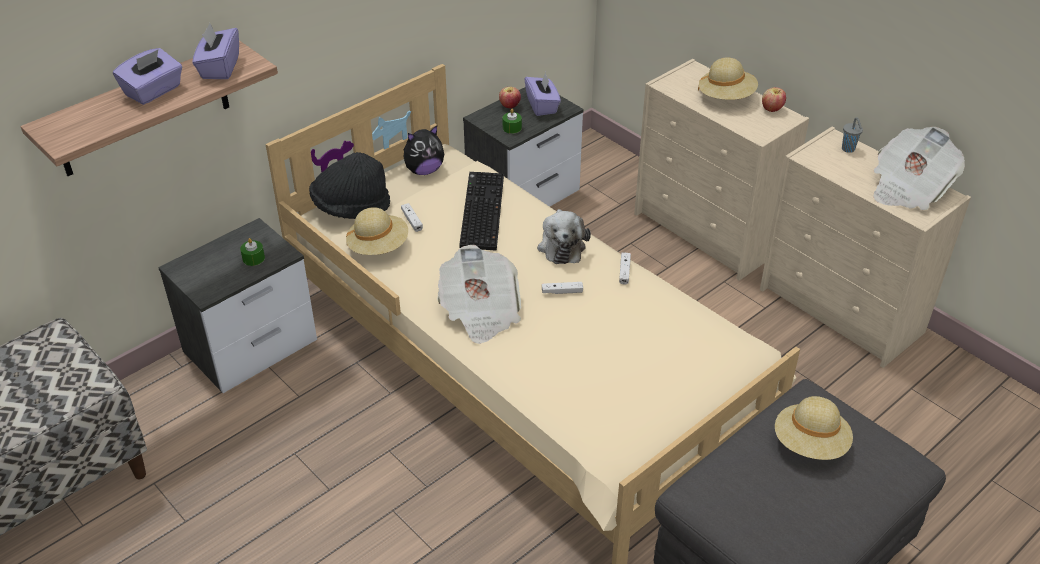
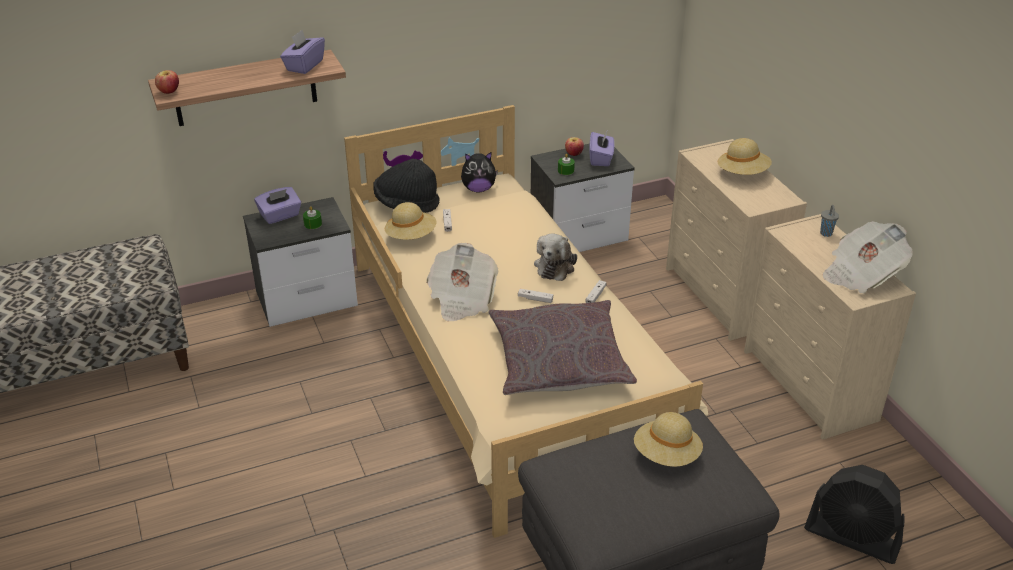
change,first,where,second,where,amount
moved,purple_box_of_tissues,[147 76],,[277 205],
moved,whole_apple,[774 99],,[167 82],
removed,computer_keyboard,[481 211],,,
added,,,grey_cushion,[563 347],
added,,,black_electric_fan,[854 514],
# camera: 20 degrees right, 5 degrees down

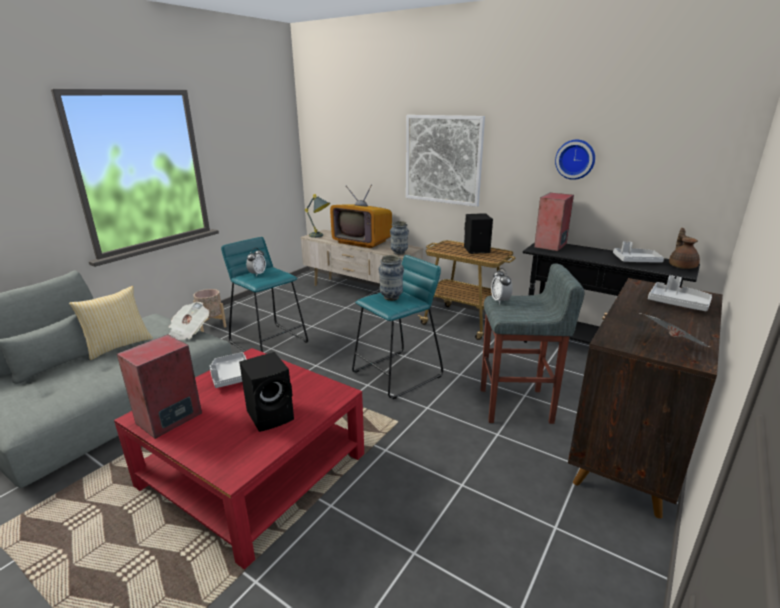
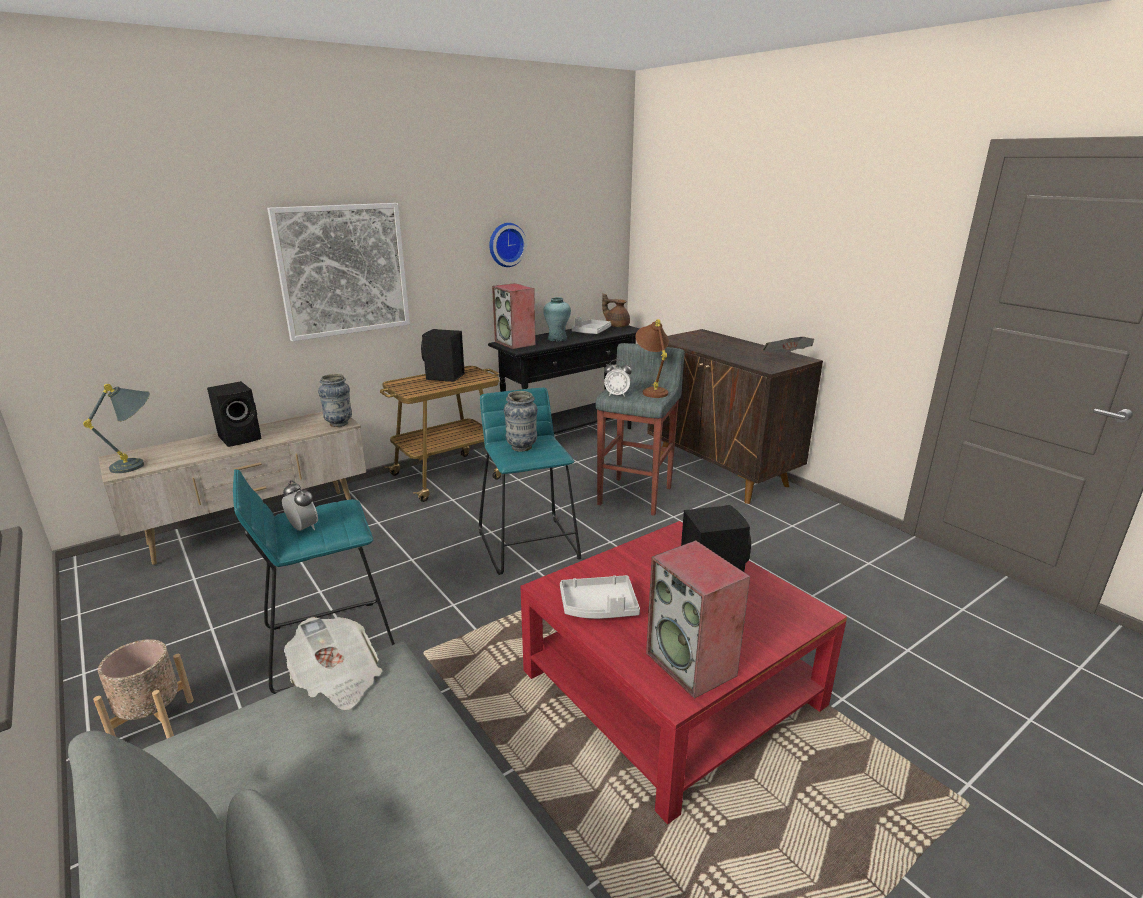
change,first,where,second,where,amount
replaced,TV_set,[361 216],black_audio_speaker,[234 414],
removed,grey_carrying_tray,[680 293],,,
removed,cushion,[111 323],,,
added,,,turquoise-coloured_vase,[557 319],
added,,,brown-coloured_lamp_for_a_table,[652 358],
# camera: 70 degrees left, 0 degrees up

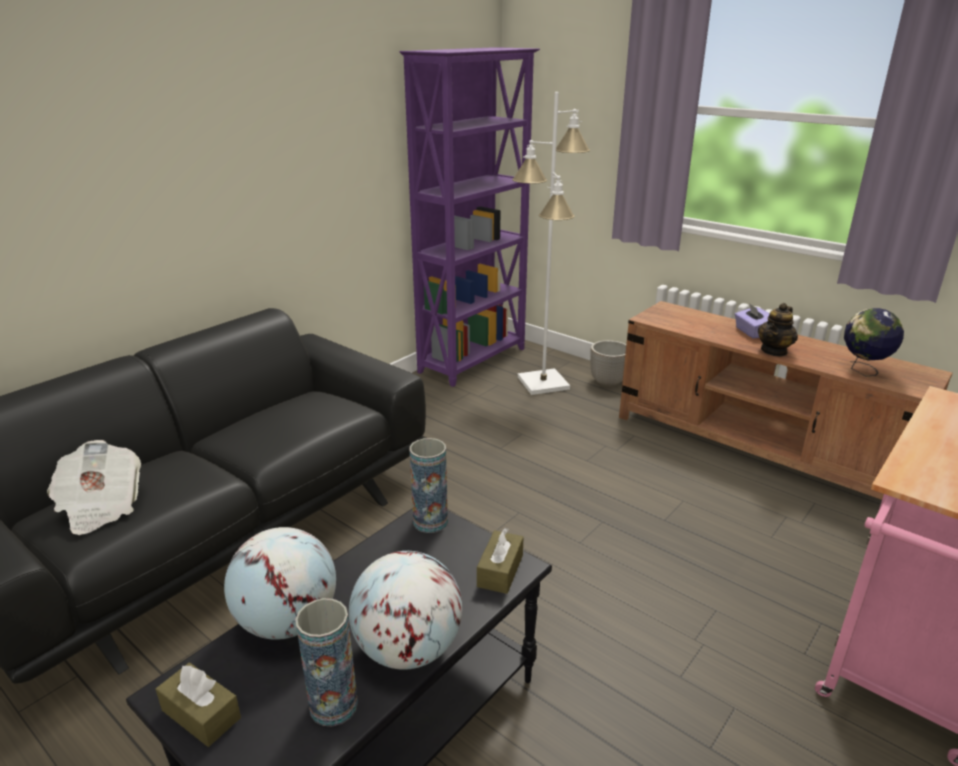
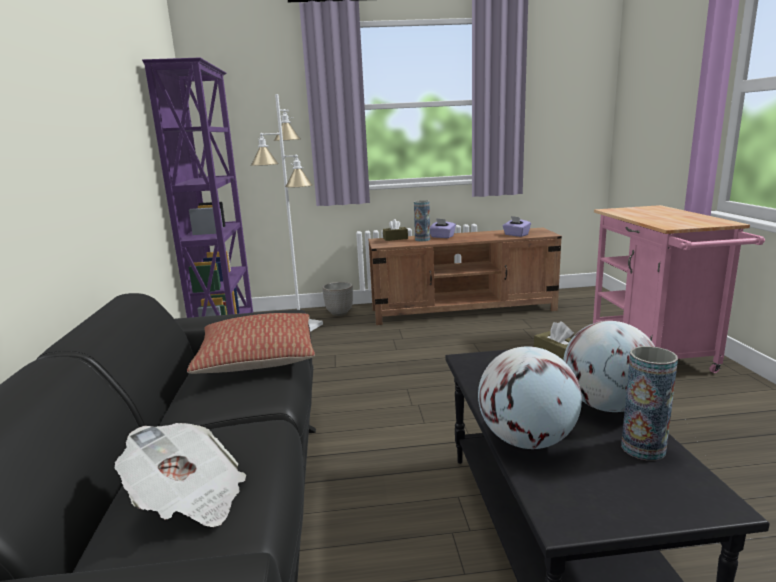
change,first,where,second,where,amount
removed,pot_for_tea,[778 330],,,
replaced,globe,[874 342],purple_box_of_tissues,[517 226],
moved,vase,[429 485],,[422 220],
moved,brown-coloured_box_of_tissues,[198 705],,[395 230],
added,,,cushion,[251 343],
# camera: 45 degrees left, 10 degrees down

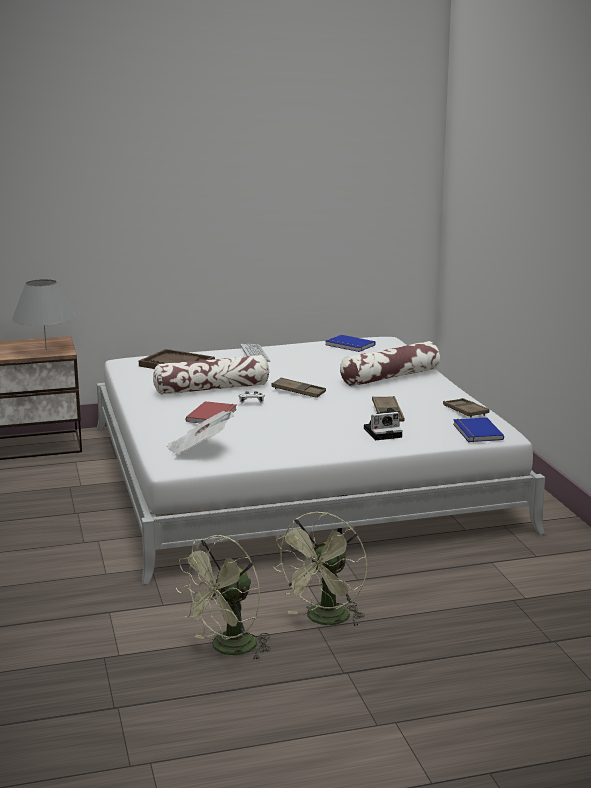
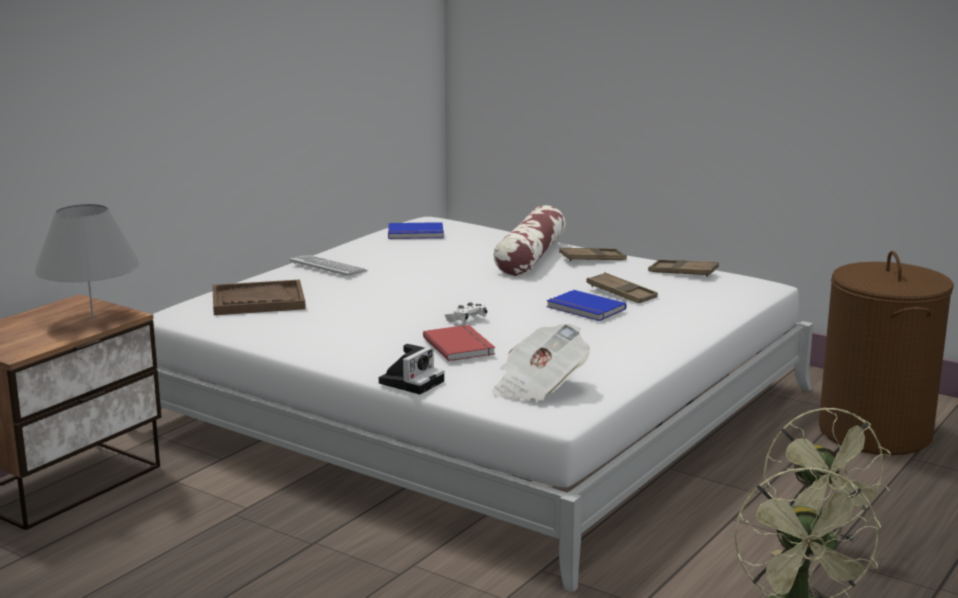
change,first,where,second,where,amount
removed,cushion,[211 375],,,
moved,brown-coloured_carrying_tray,[298 387],,[593 255],
moved,photo_camera,[383 424],,[411 369],
moved,blue_volume,[478 429],,[587 305],
added,,,brown-coloured_laundry_basket,[886 353],
# camera: 40 degrees left, 0 degrees up

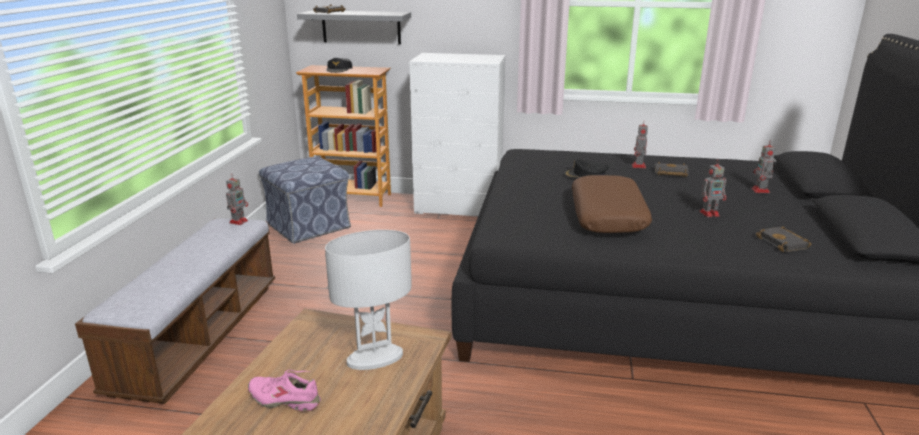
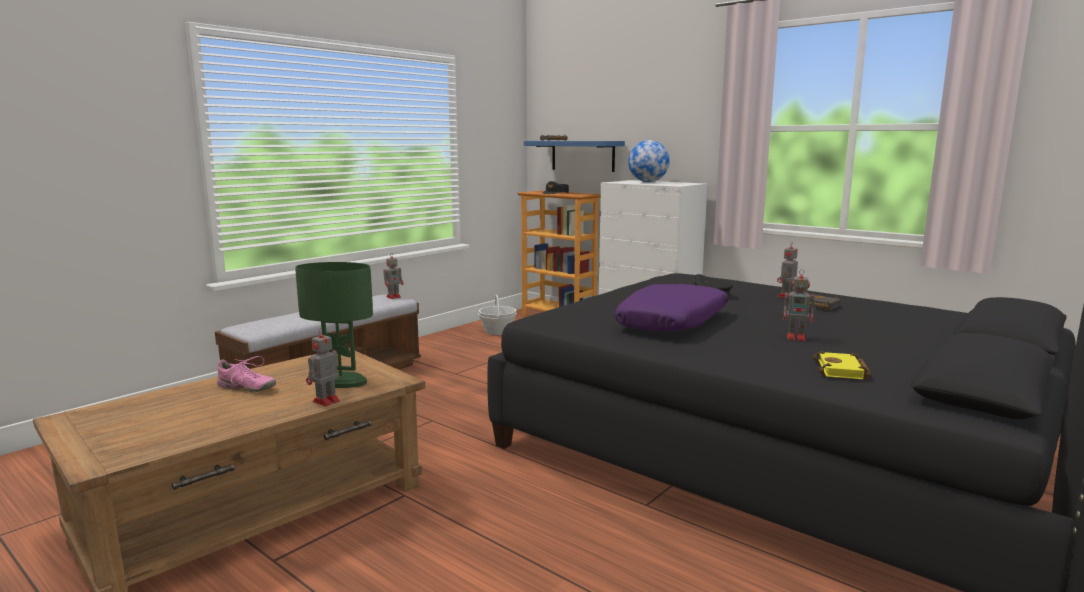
change,first,where,second,where,amount
recoloured,grey_wall_shelf,[354 27],blue_wall_shelf,[574 156],
moved,robot_figure,[763 166],,[323 367],
replaced,ottoman,[305 200],household_basket,[497 314],
recoloured,brown-coloured_cushion,[612 204],purple_cushion,[671 307],
recoloured,black_volume,[784 239],yellow-coloured_volume,[842 365],
recoloured,white-coloured_lamp_for_a_table,[368 300],greenish_lamp_for_a_table,[334 325],
turned,pink_item_of_footwear,[284 391],,[246 374],150 degrees clockwise
added,,,globe,[649 161],
# camera: 30 degrees right, 10 degrees down

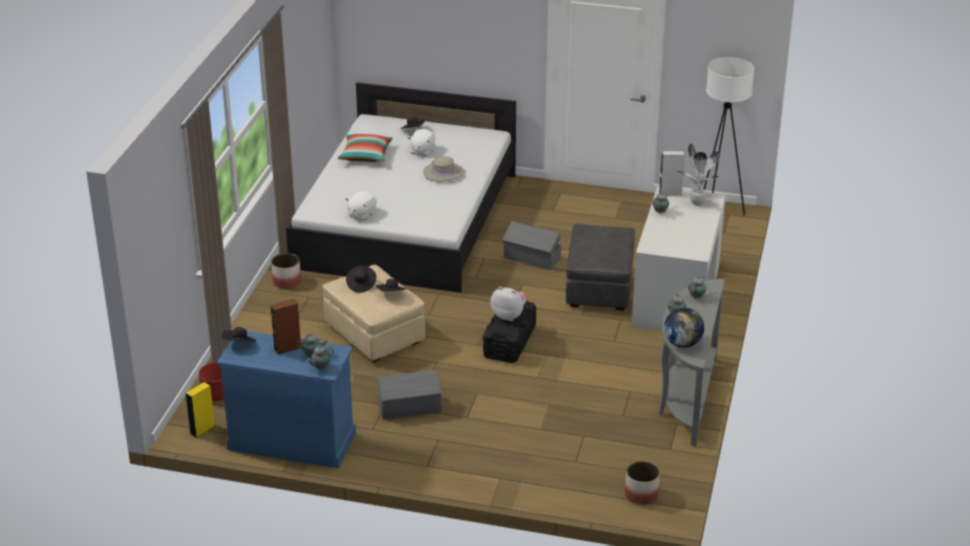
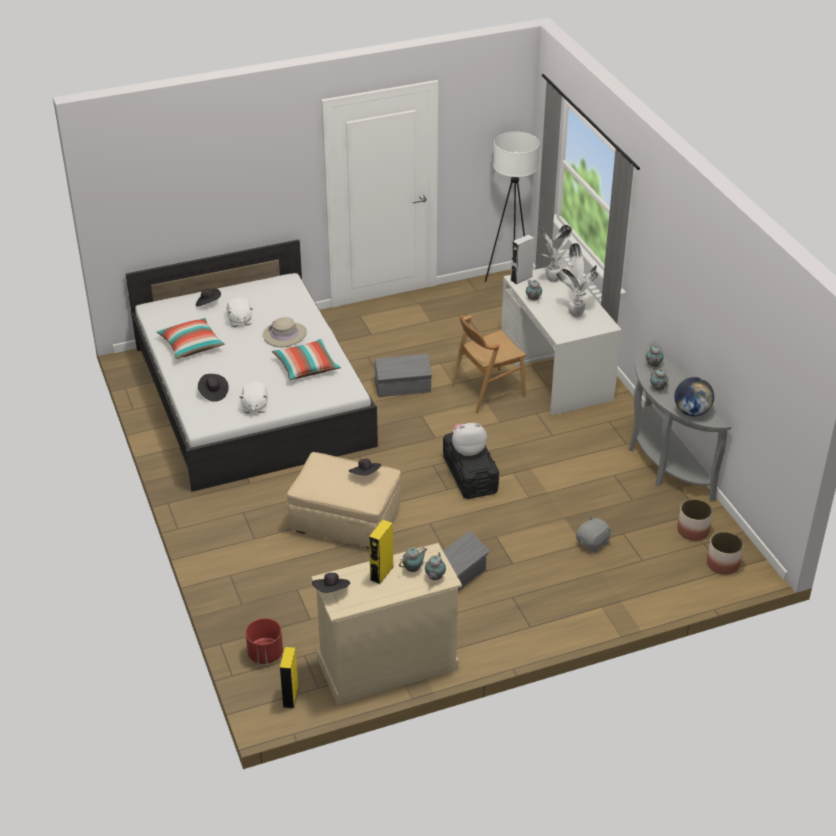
change,first,where,second,where,amount
replaced,grey_ottoman,[600 267],brown-coloured_plain_chair,[488 364],
moved,plant_pot,[286 271],,[695 520],
moved,black_hat,[361 279],,[213 388],
recoloured,brown-coloured_audio_speaker,[286 327],yellow-coloured_audio_speaker,[381 552],
recoloured,blue_drawer_chest,[286 399],beige_drawer_chest,[386 624],
added,,,plant_in_a_pot,[577 280],
added,,,cushion,[306 359],
added,,,grey_cuddly_toy,[594 534],
# camera: 35 degrees left, 5 degrees up

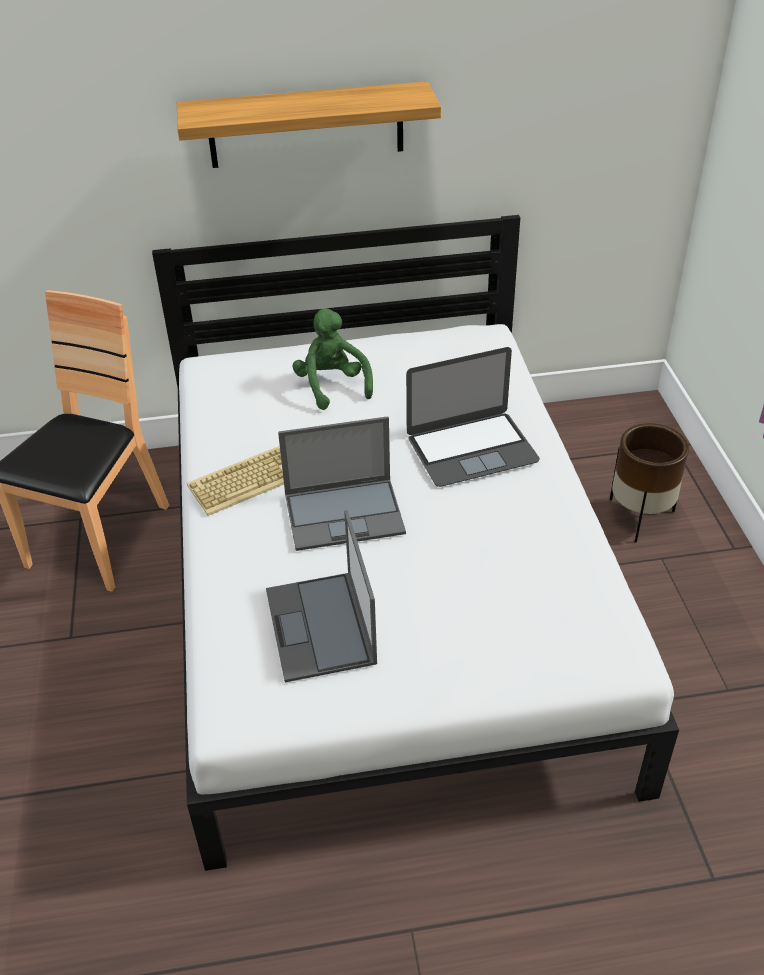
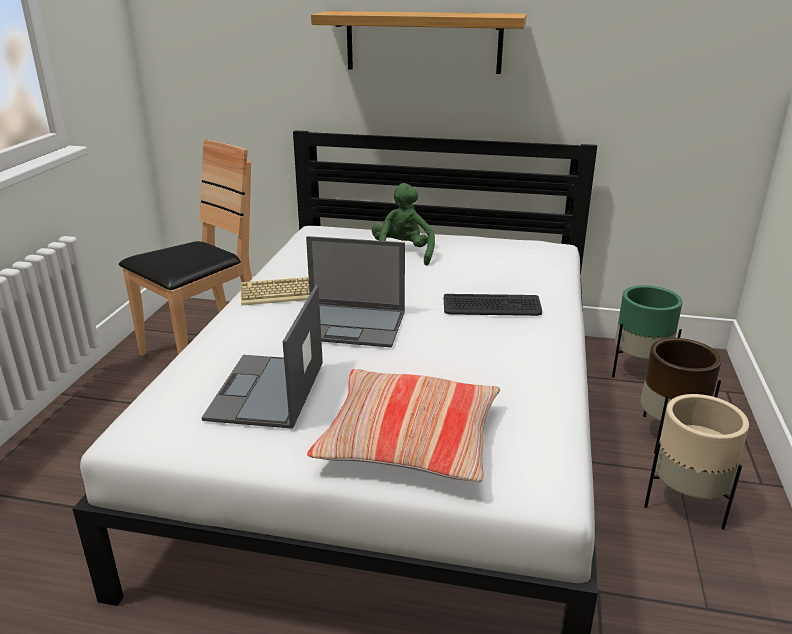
change,first,where,second,where,amount
replaced,notebook_computer,[473 417],computer_keyboard,[493 305],
added,,,greenish_plant_pot,[647 331],
added,,,cushion,[403 425],
added,,,beige_plant_pot,[696 462],
# camera: 20 degrees right, 15 degrees down

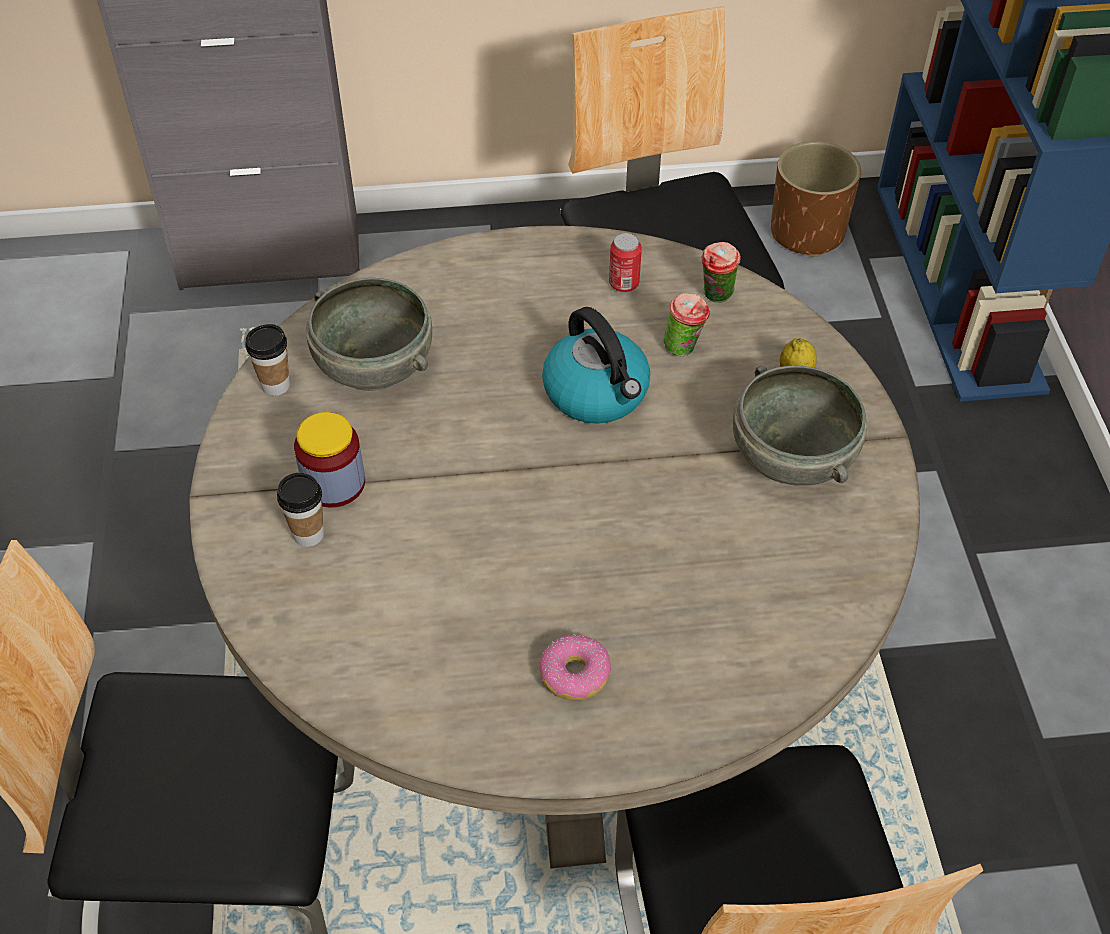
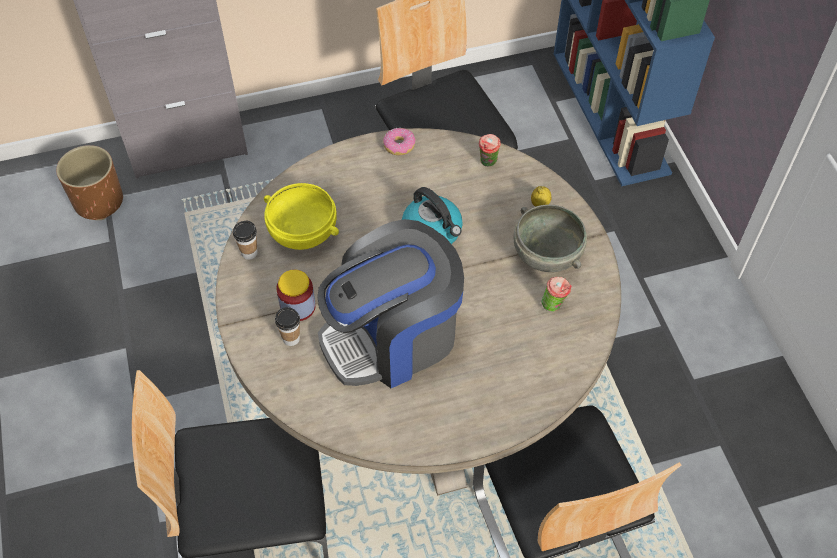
change,first,where,second,where,amount
moved,brown-coloured_plant_pot,[816 199],,[89 182],
removed,metal_can,[625 262],,,
recoloured,grey_bowl,[369 334],yellow-coloured_bowl,[301 216],
moved,small_cup,[686 324],,[556 294],
moved,ring_doughnut,[575 667],,[399 141],
added,,,coffee_machine,[391 303],
# camera: 10 degrees left, 5 degrees up

